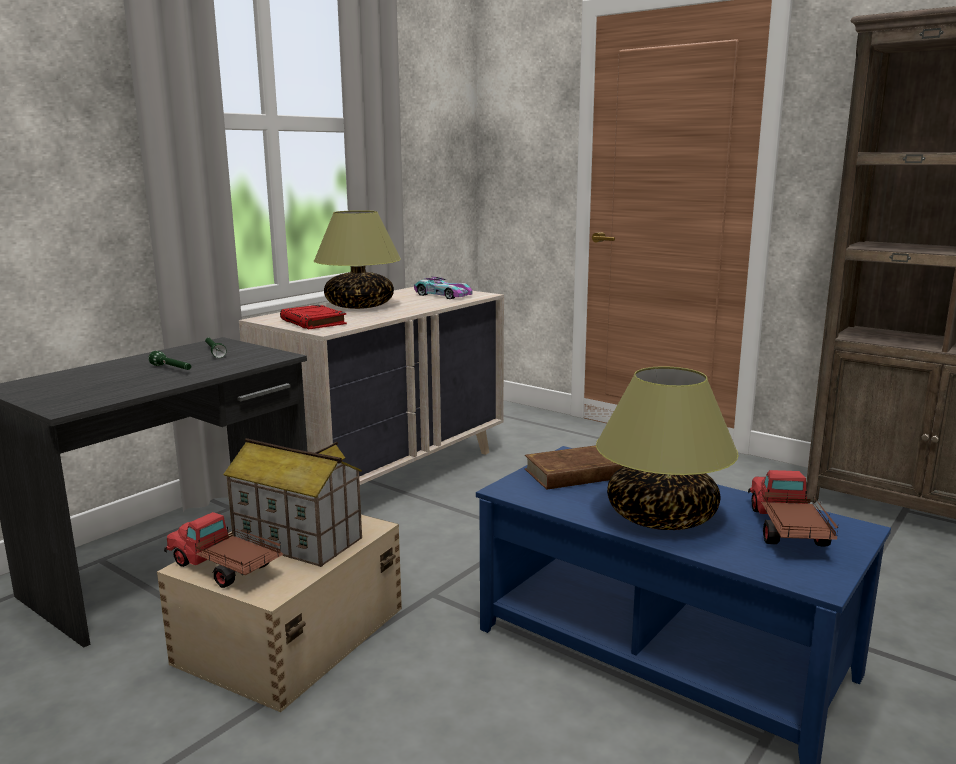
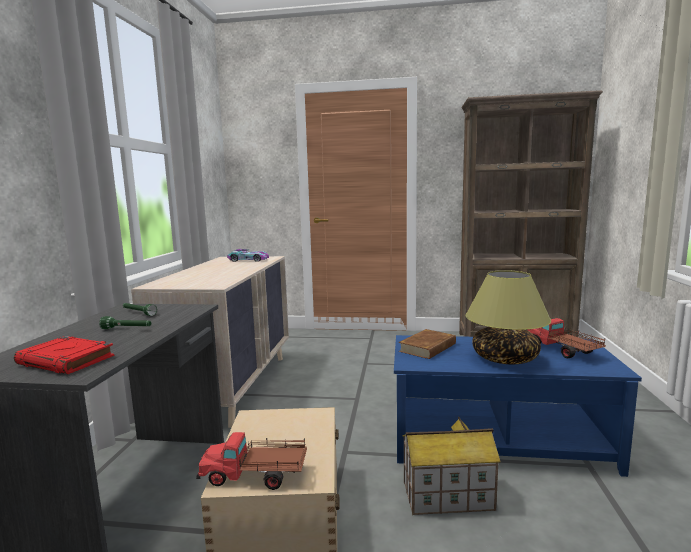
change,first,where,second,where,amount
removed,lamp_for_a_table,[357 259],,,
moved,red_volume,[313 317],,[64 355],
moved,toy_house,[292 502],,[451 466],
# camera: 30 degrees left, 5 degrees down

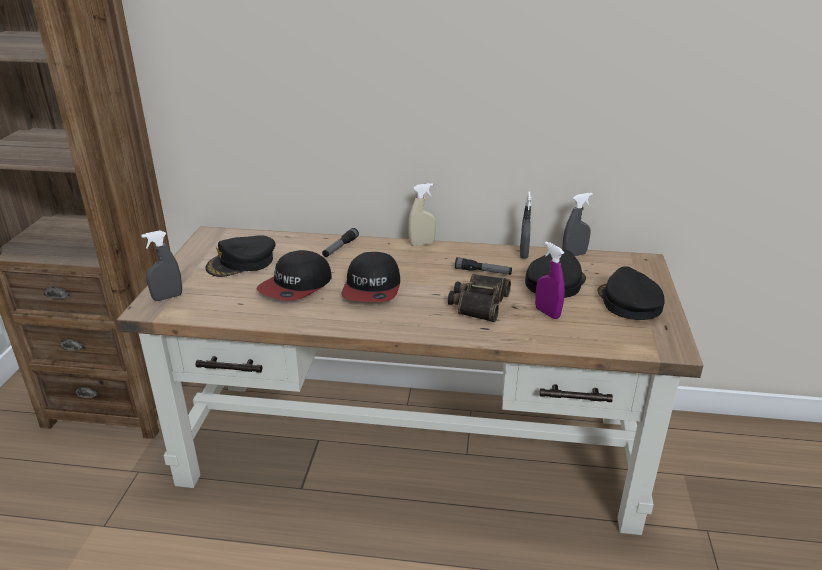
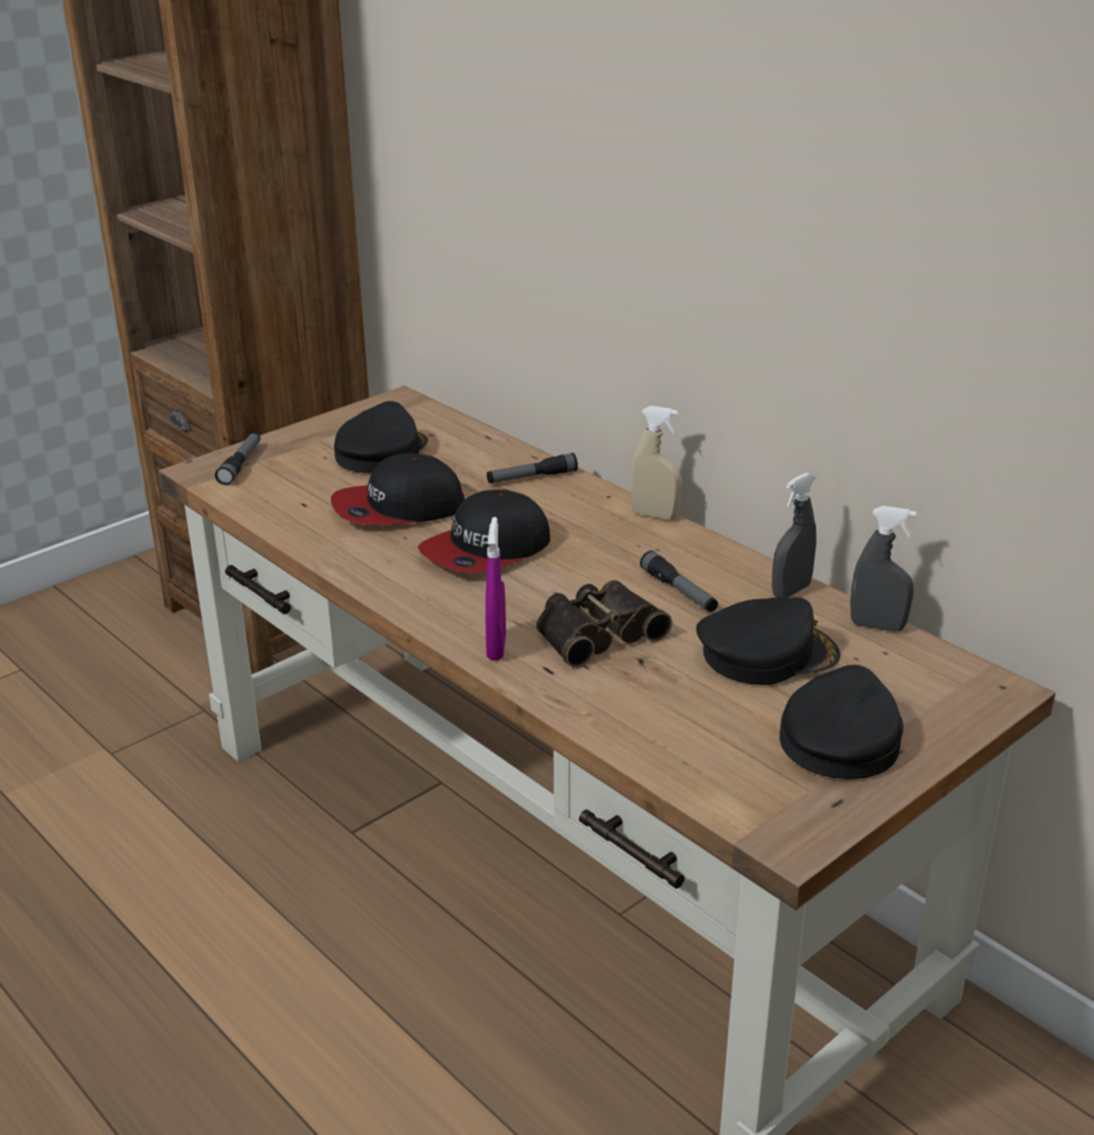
change,first,where,second,where,amount
replaced,grey_spray_bottle,[161 266],hand_torch,[237 459],
turned,black_peaked_cap,[240 256],,[381 437],105 degrees clockwise
moved,purple_spray_bottle,[550 280],,[495 588],
# camera: 40 degrees right, 0 degrees up

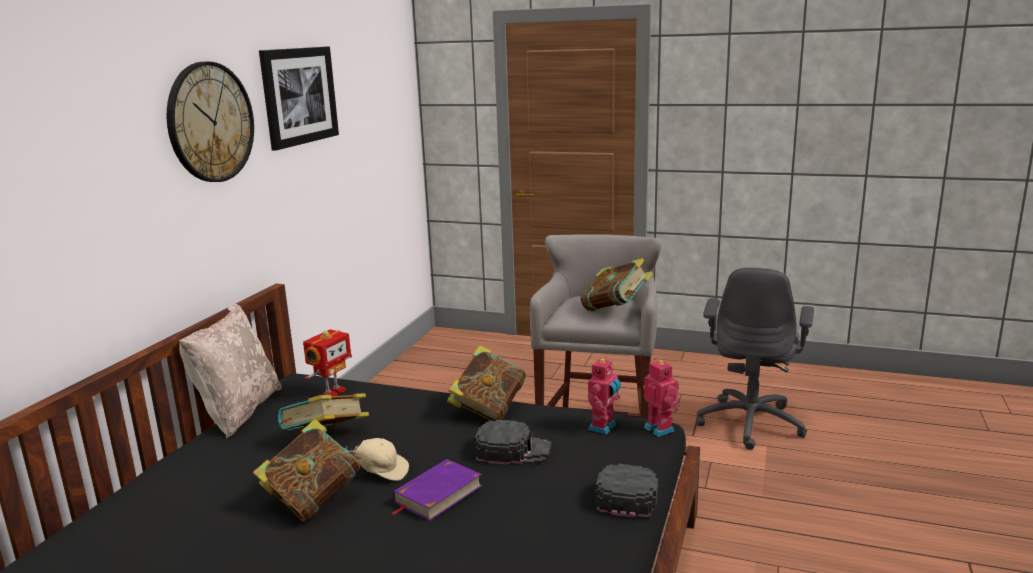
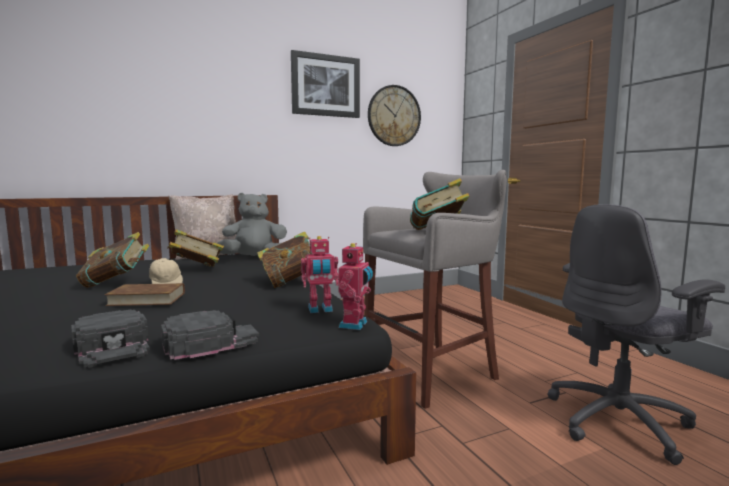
change,first,where,second,where,amount
moved,clock_on_the_wall,[210 122],,[394 115],
replaced,robot_figure,[327 362],grey_cuddly_toy,[252 224],
moved,black_peaked_cap,[513 442],,[110 338],
recoloured,purple_volume,[437 490],brown-coloured_volume,[144 294],
# camera: 45 degrees right, 10 degrees down

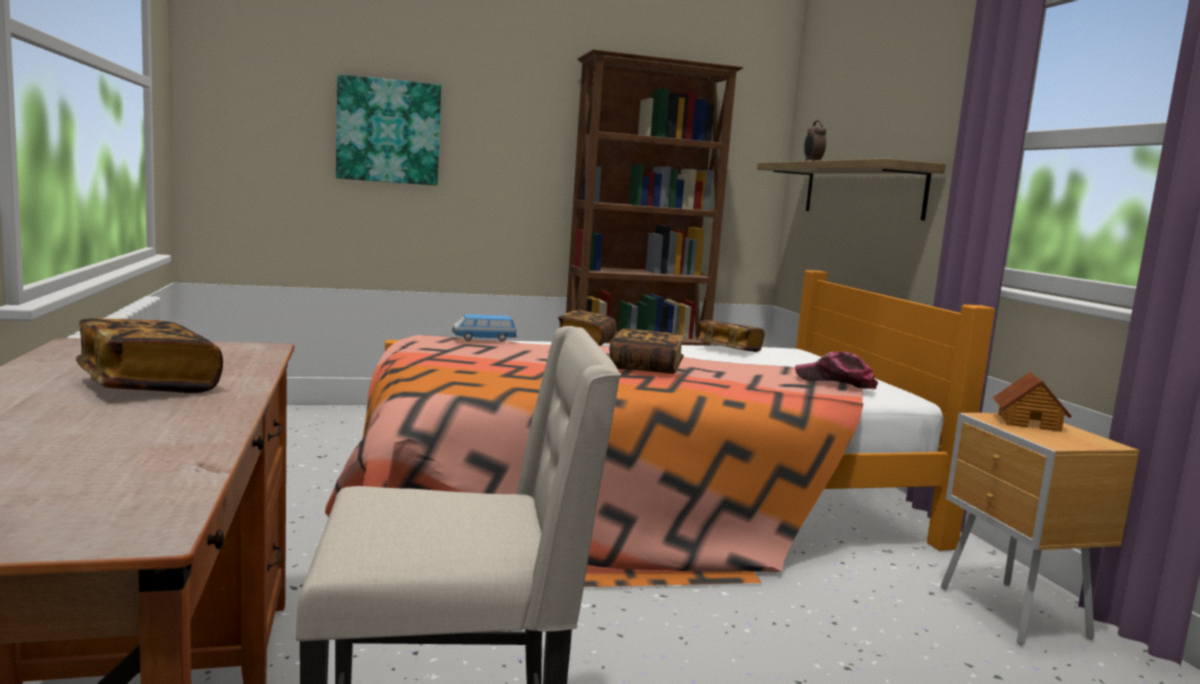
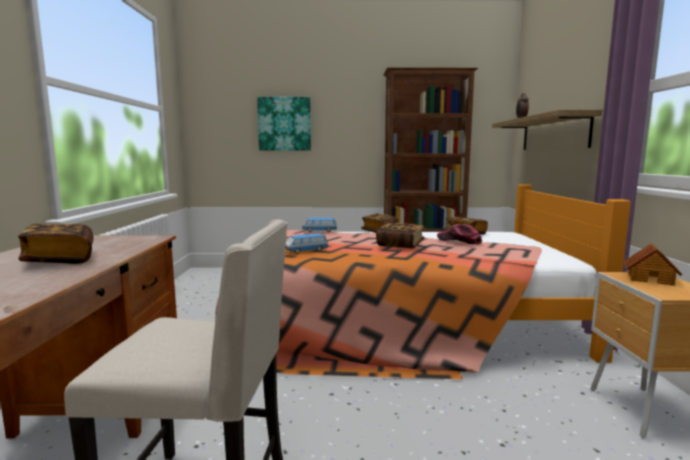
change,first,where,second,where,amount
moved,peaked_cap,[836 370],,[459 234],
added,,,miniature_car,[306 243],
# camera: 15 degrees right, 0 degrees up

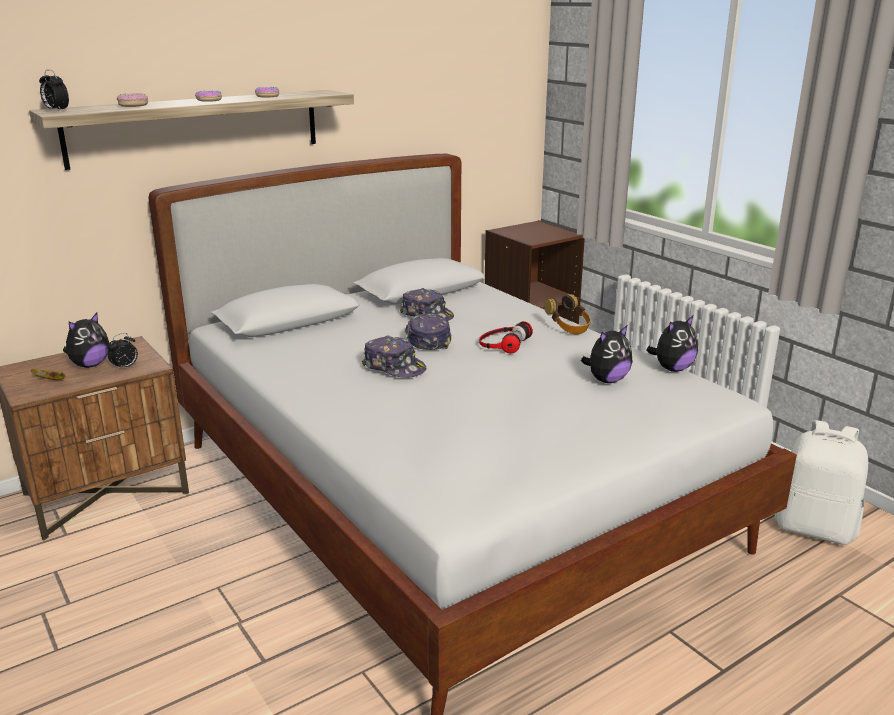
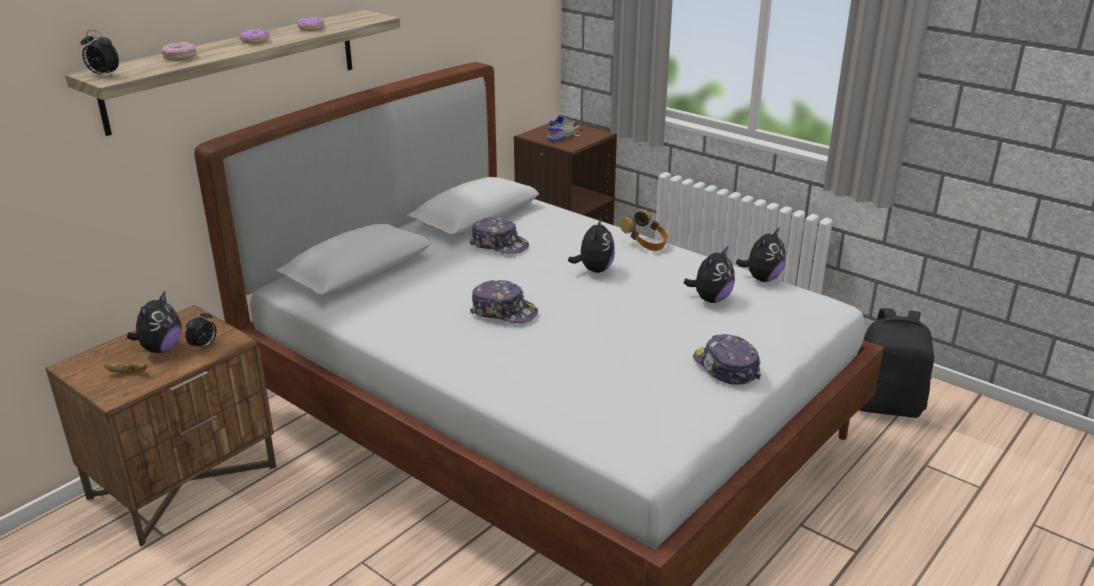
change,first,where,second,where,amount
moved,peaked_cap,[428 331],,[727 359],
replaced,headset,[506 337],cuddly_toy,[591 244],
recoloured,white-coloured_knapsack,[821 482],black_knapsack,[897 363],
added,,,item_of_footwear,[563 127],
# camera: 15 degrees left, 5 degrees up

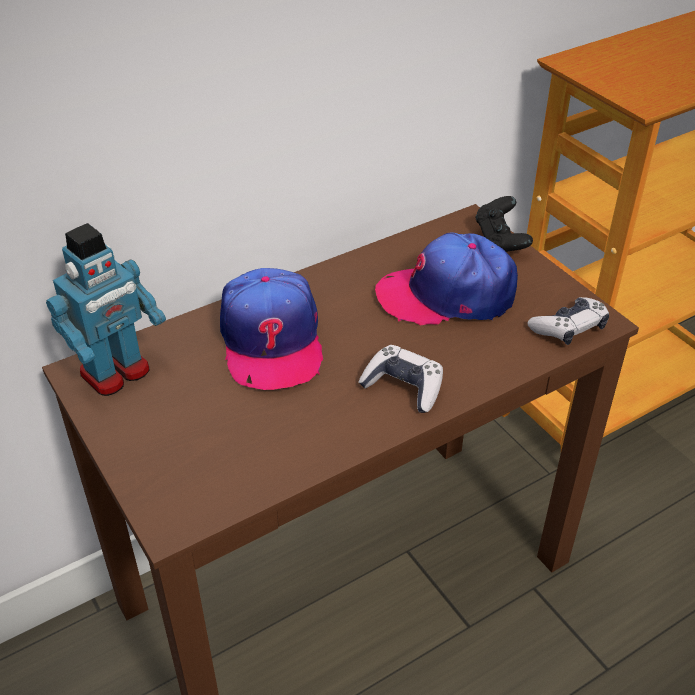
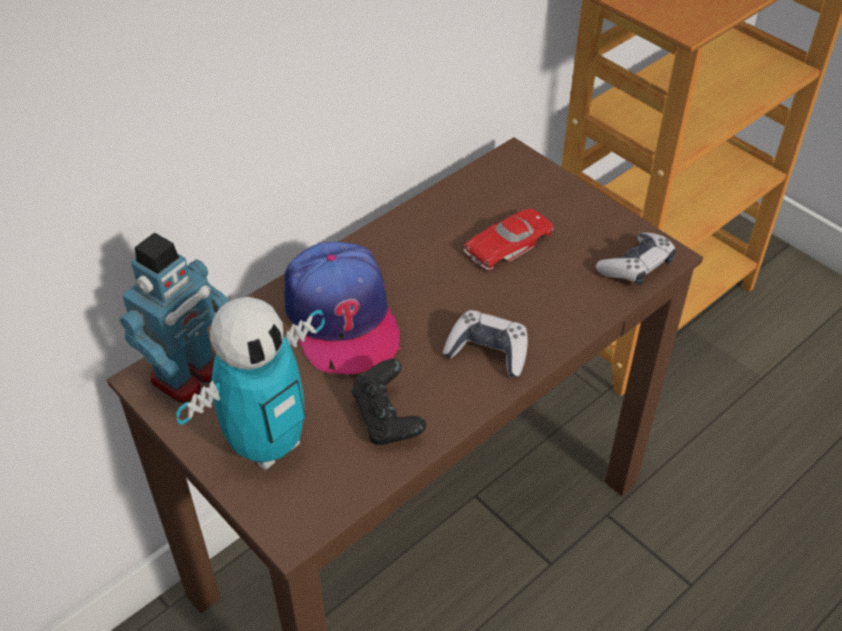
change,first,where,second,where,amount
moved,black_game_controller,[504 224],,[388 402],
replaced,peaked_cap,[446 278],red_miniature_car,[508 239],
added,,,robot_figure,[250 383],
# camera: 10 degrees left, 5 degrees up

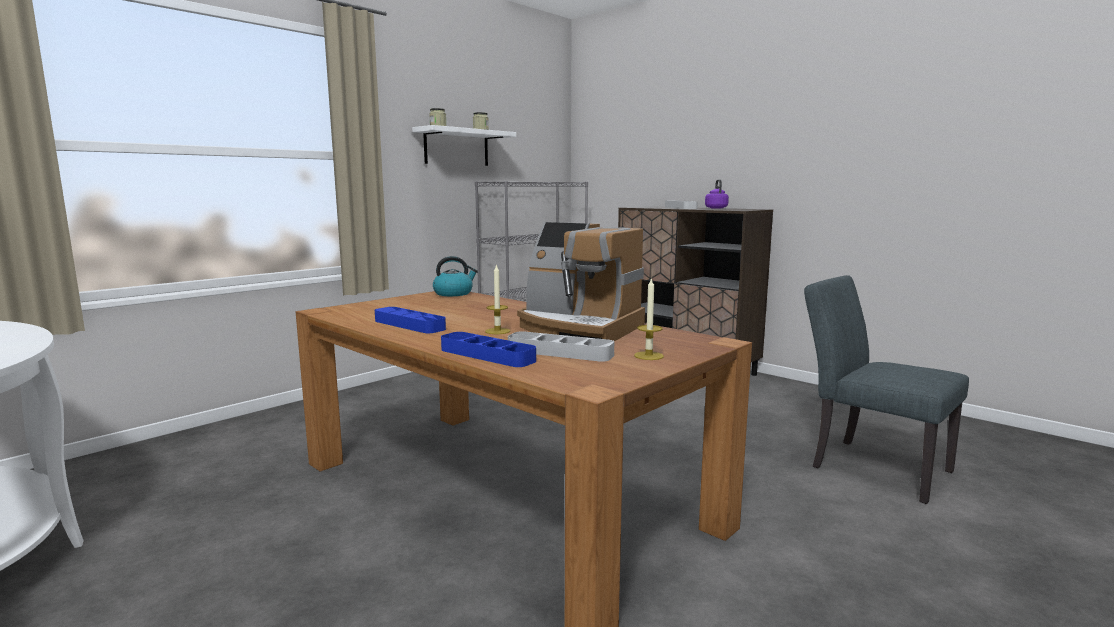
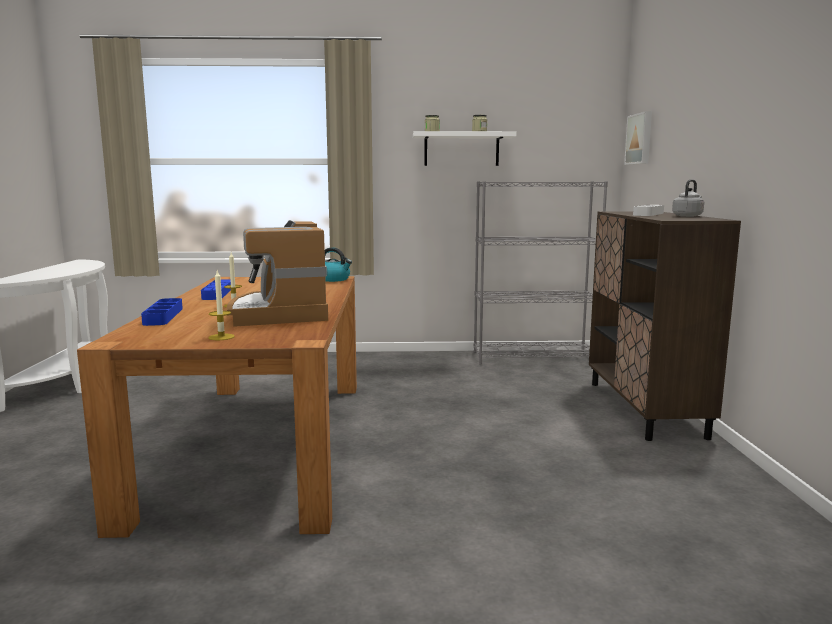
change,first,where,second,where,amount
recoloured,purple_tea_kettle,[717 194],grey_tea_kettle,[688 198],
removed,grey_plain_chair,[886 389],,,
removed,grey_carrying_tray,[561 346],,,
added,,,wall_picture,[638 138],
# camera: 45 degrees right, 0 degrees up

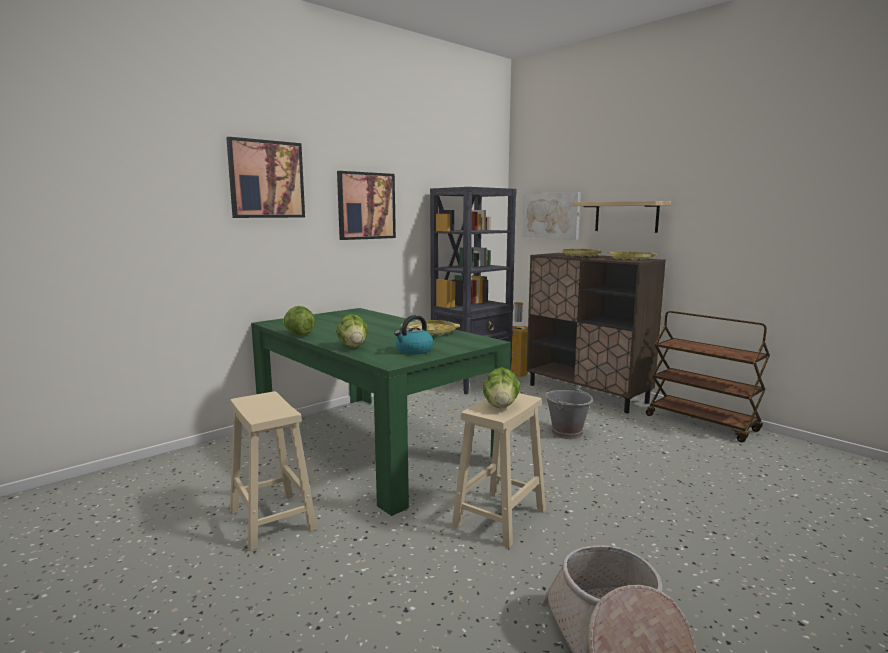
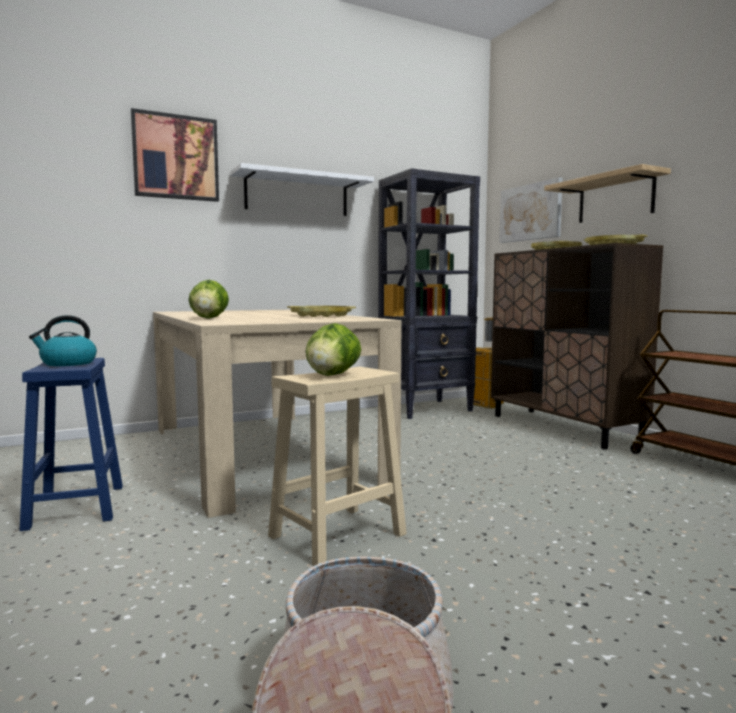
change,first,where,second,where,amount
replaced,wall_picture,[366 205],white-coloured_wall_shelf,[302 189],
removed,lettuce,[299 320],,,
recoloured,greenish_kitchen_table,[381 412],beige_kitchen_table,[277 414],
moved,tea_kettle,[414 334],,[63 340],
removed,grey_bucket,[569 413],,,
recoloured,beige_sitting_stool,[273 471],blue_sitting_stool,[71 444],
# camera: 15 degrees right, 5 degrees down

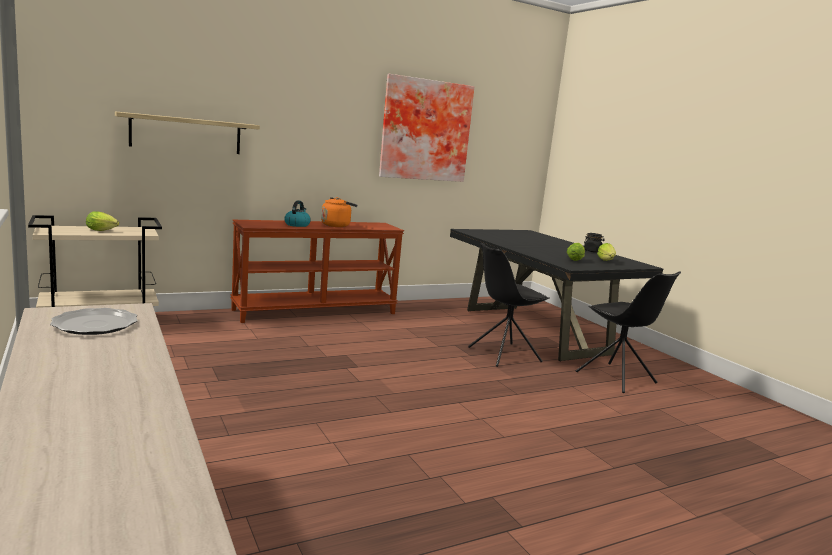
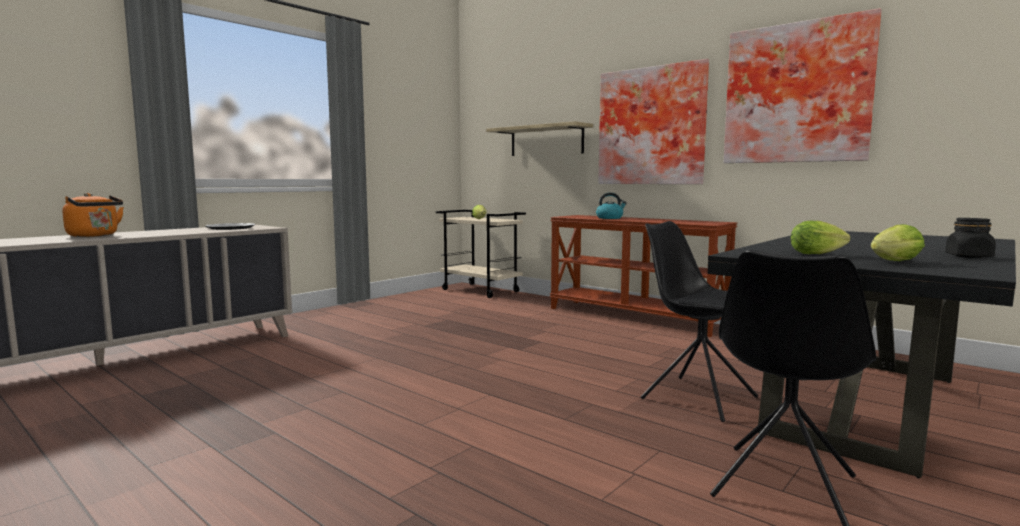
change,first,where,second,where,amount
moved,orange_tea_kettle,[339 212],,[93 215],
added,,,wall_picture,[653 121],
# camera: 70 degrees right, 5 degrees down

